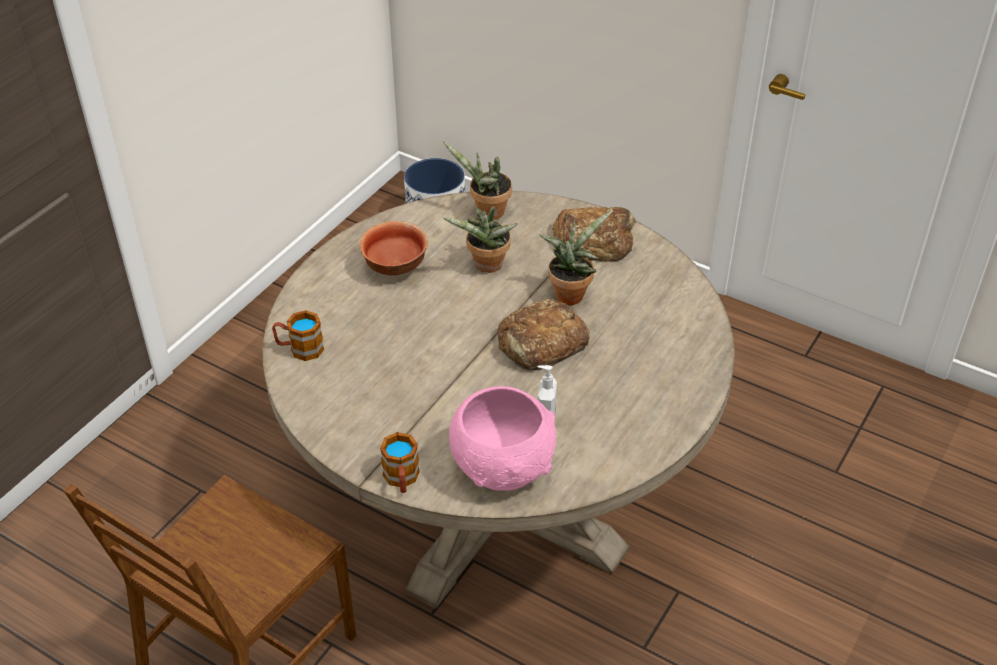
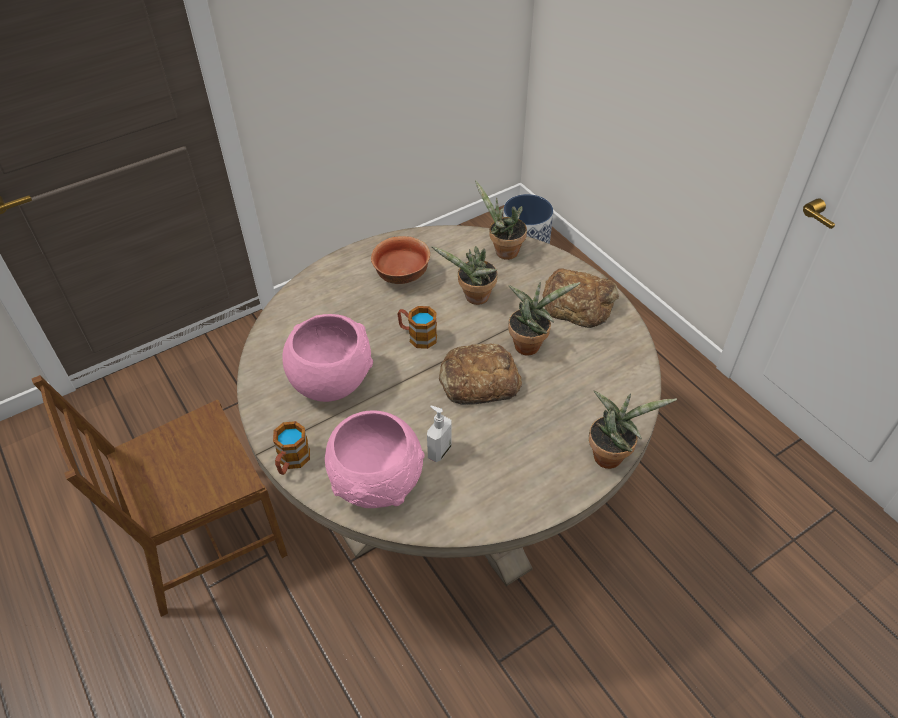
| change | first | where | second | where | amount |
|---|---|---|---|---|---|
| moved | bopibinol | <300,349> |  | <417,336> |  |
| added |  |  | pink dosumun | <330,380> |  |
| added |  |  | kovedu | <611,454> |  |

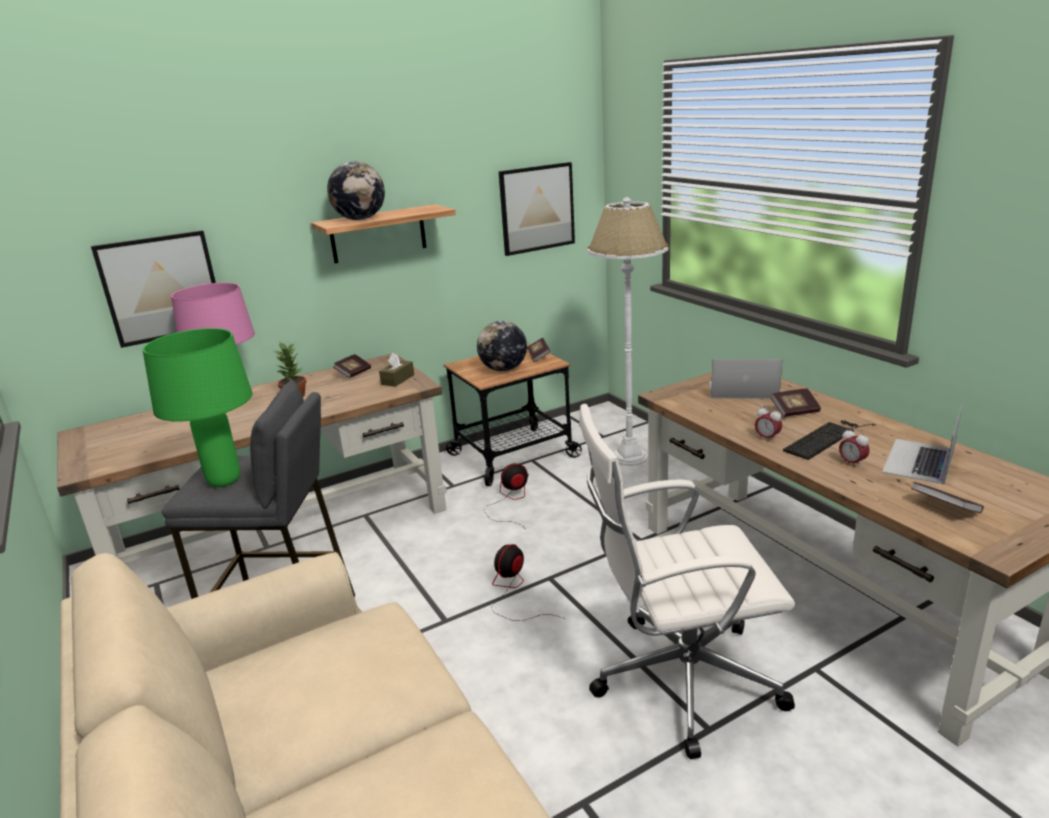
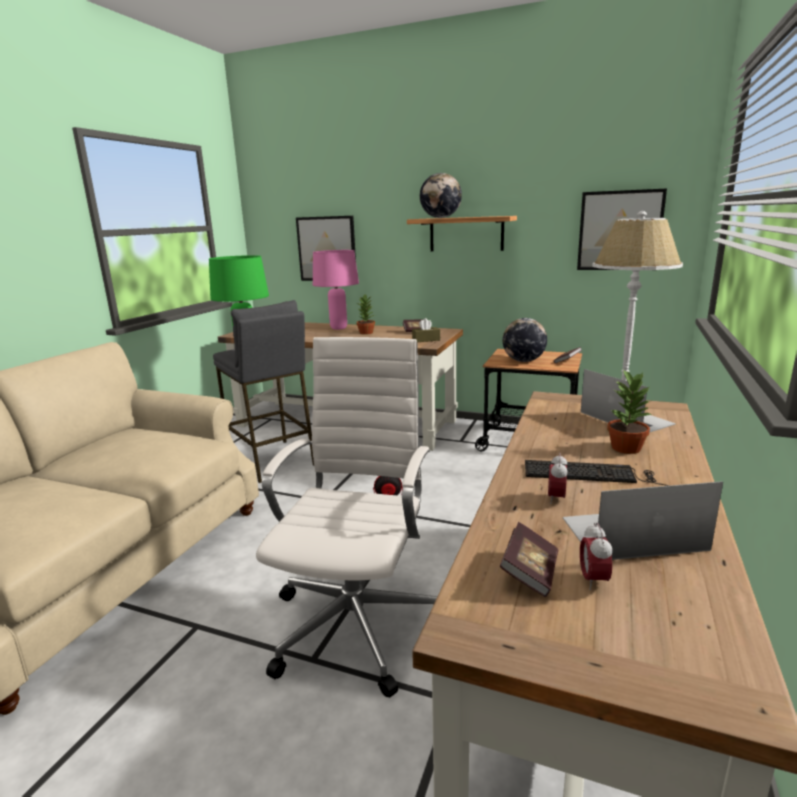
| change | first | where | second | where | amount |
|---|---|---|---|---|---|
| removed | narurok | <510,501> |  |  |  |
| turned | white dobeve | <680,679> |  | <358,620> | 60 degrees clockwise |
| moved | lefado | <767,438> |  | <593,580> |  |
| replaced | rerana | <795,411> | kovedu | <626,447> |  |

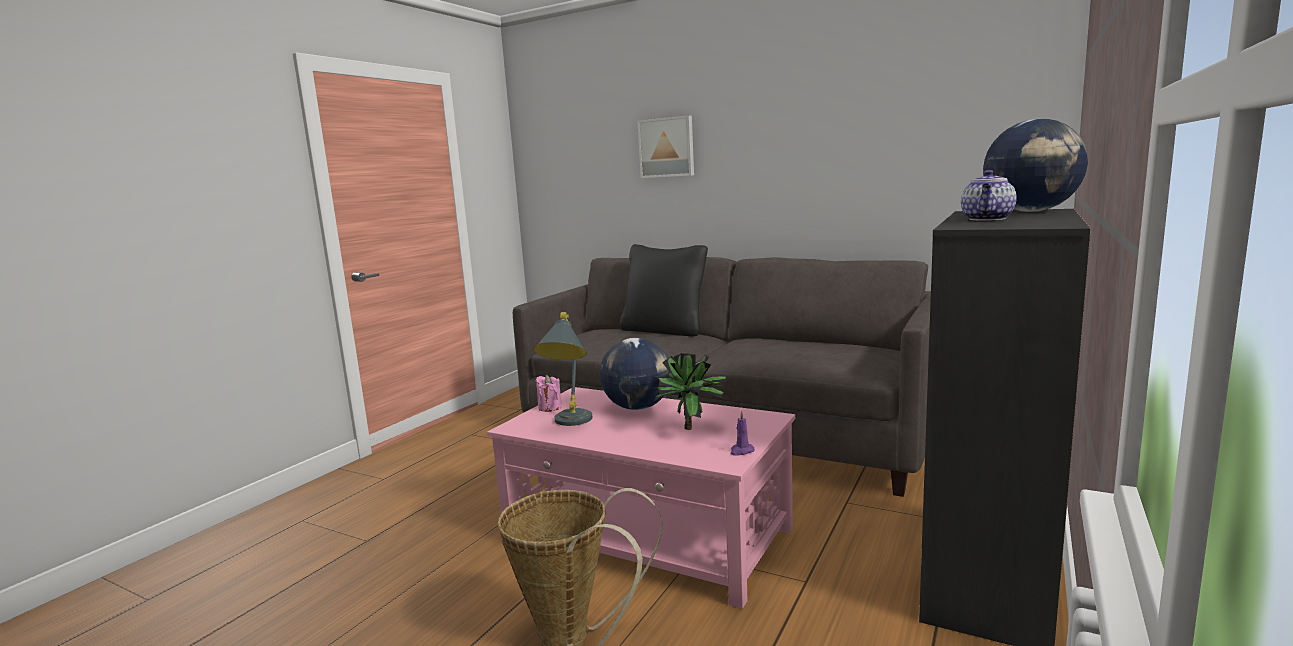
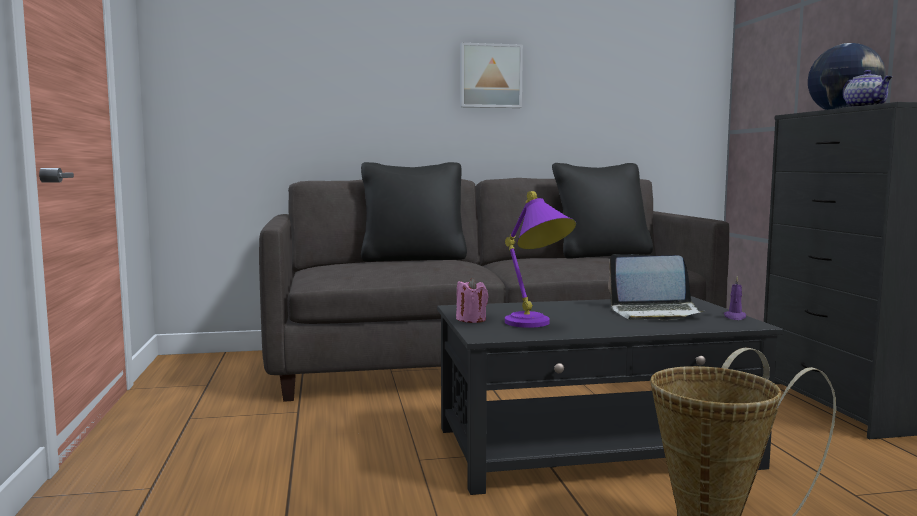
| change | first | where | second | where | amount |
|---|---|---|---|---|---|
| recoloured | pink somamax | <649,536> | black somamax | <595,447> |  |
| recoloured | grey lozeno | <569,424> | purple lozeno | <536,326> |  |
| removed | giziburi | <638,407> |  |  |  |
| moved | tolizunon | <667,147> |  | <490,76> |  |
| replaced | kovedu | <693,429> | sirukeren | <655,313> |  |
| added |  |  | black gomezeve | <601,255> |  |

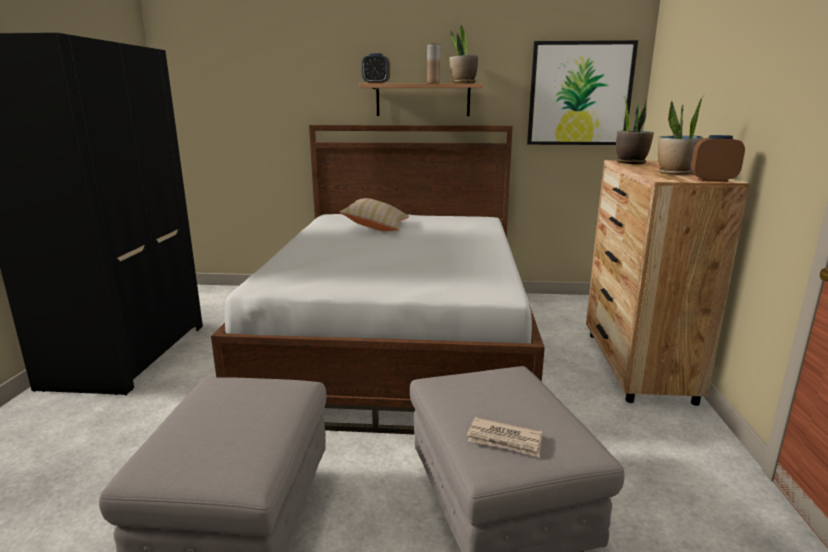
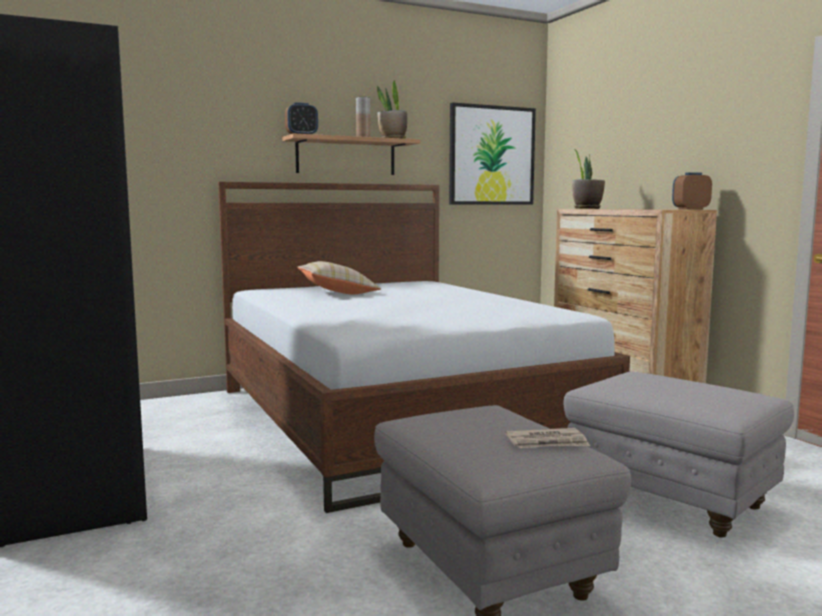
| change | first | where | second | where | amount |
|---|---|---|---|---|---|
| moved | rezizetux | <505,440> |  | <547,442> |  |
| removed | kovedu | <675,173> |  |  |  |

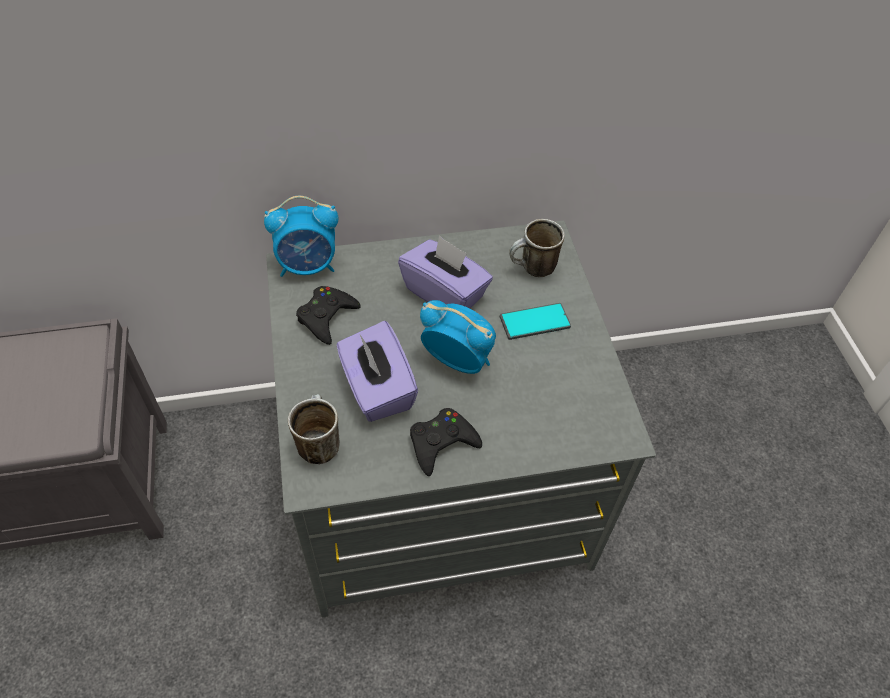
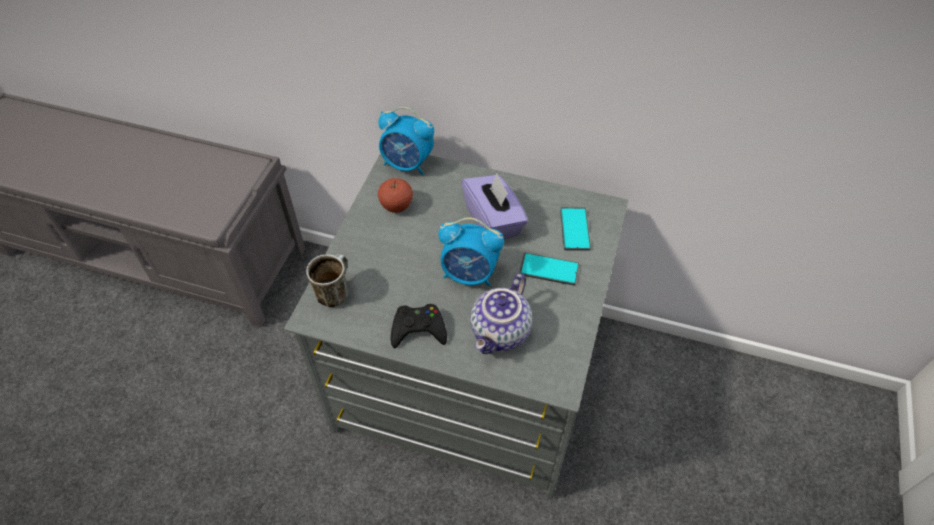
| change | first | where | second | where | amount |
|---|---|---|---|---|---|
| replaced | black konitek | <326,317> | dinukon | <396,206> |  |
| removed | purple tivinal | <377,389> |  |  |  |
| turned | lefado | <457,360> |  | <469,274> | 135 degrees clockwise |
| replaced | bopibinol | <532,270> | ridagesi | <574,229> |  |
| added |  |  | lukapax | <501,333> |  |

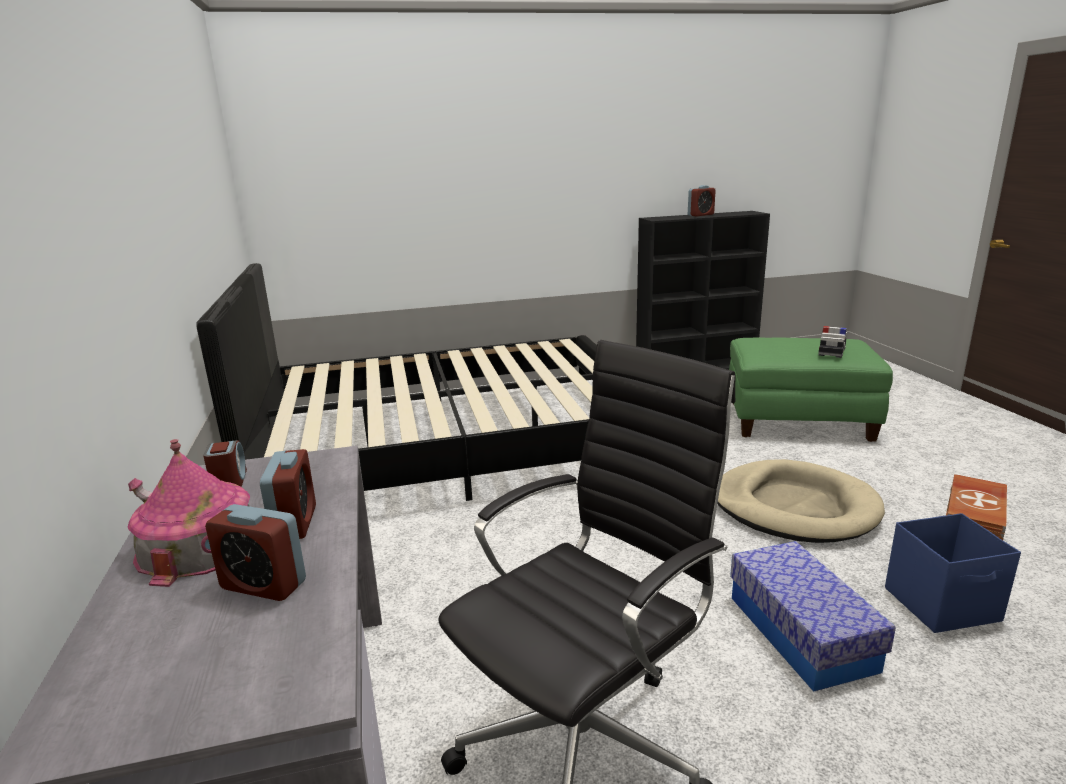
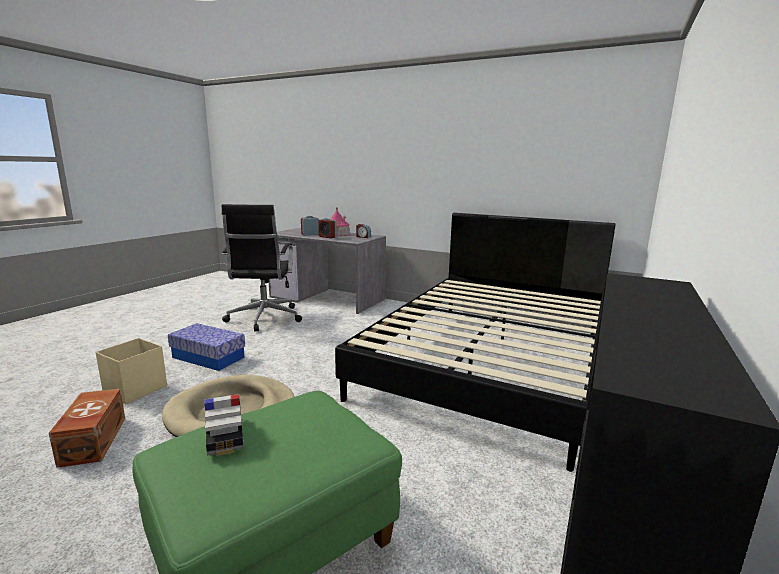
| change | first | where | second | where | amount |
|---|---|---|---|---|---|
| removed | lefado | <700,215> |  |  |  |
| recoloured | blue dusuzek | <943,605> | beige dusuzek | <134,390> |  |

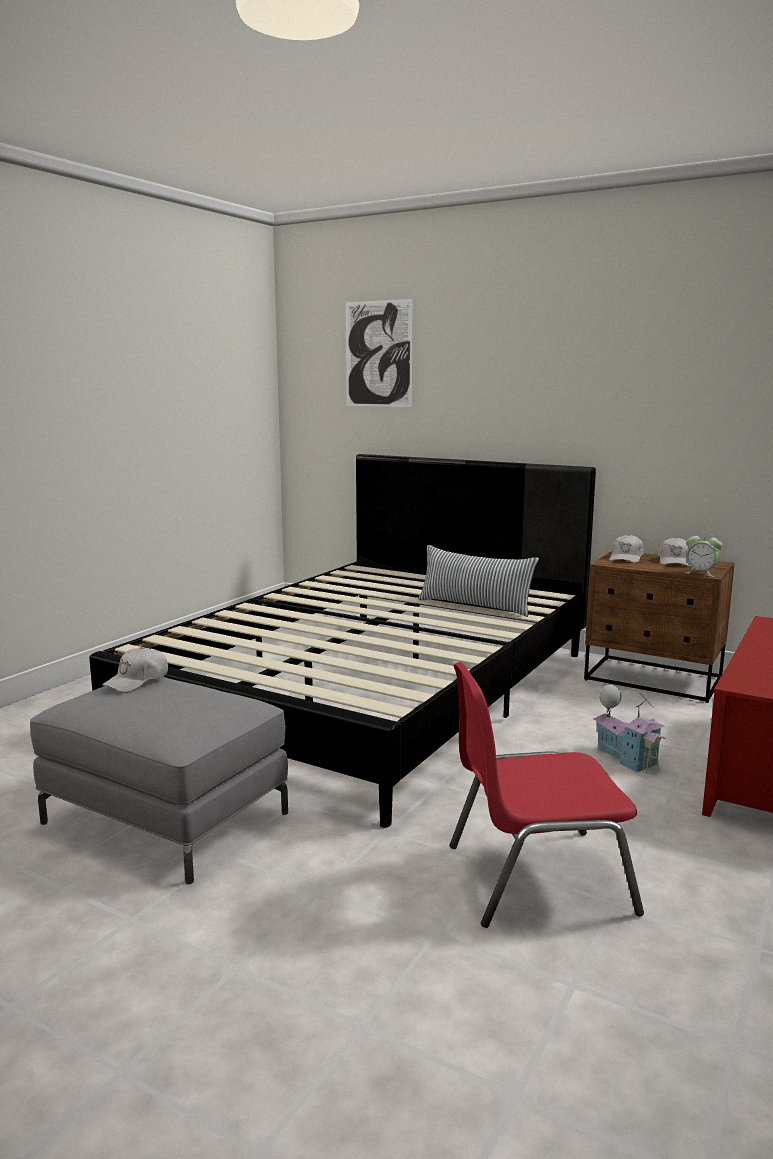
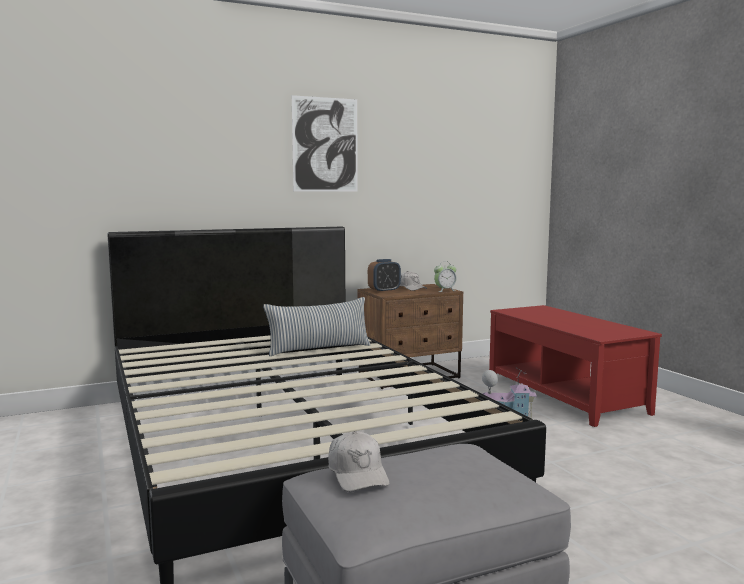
| change | first | where | second | where | amount |
|---|---|---|---|---|---|
| moved | tolizunon | <378,354> |  | <325,145> |  |
| removed | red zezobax | <535,877> |  |  |  |
| replaced | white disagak | <626,558> | lefado | <384,291> |  |

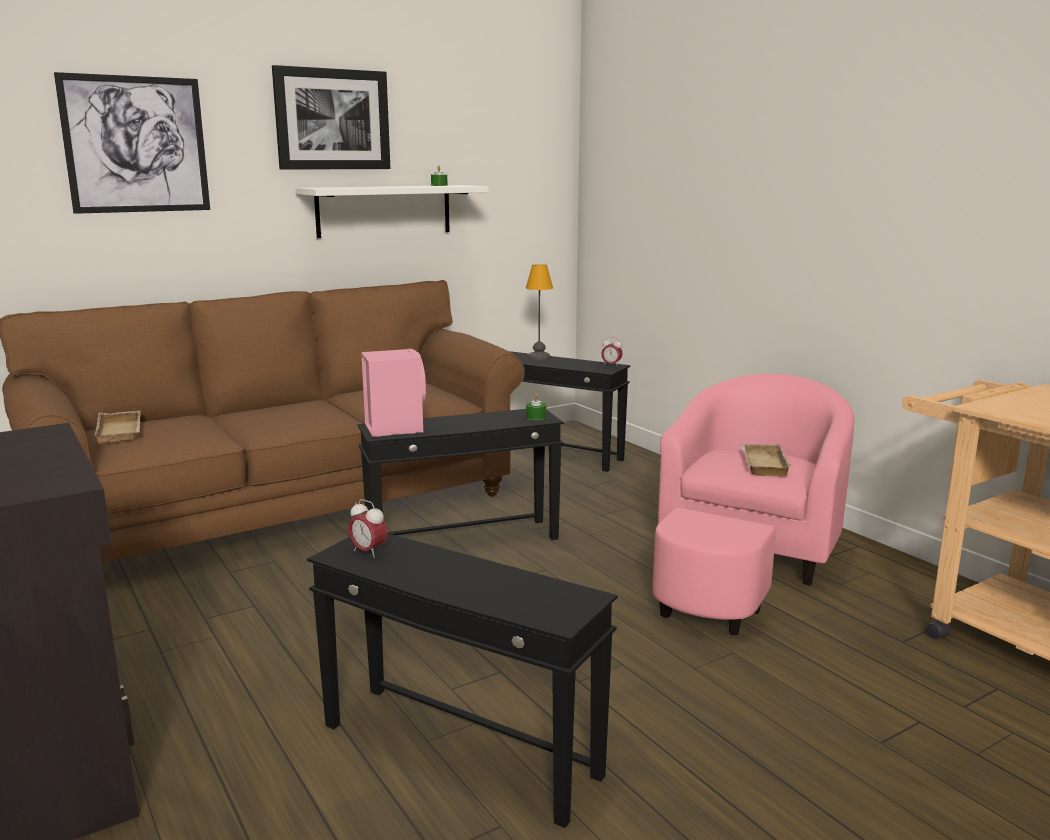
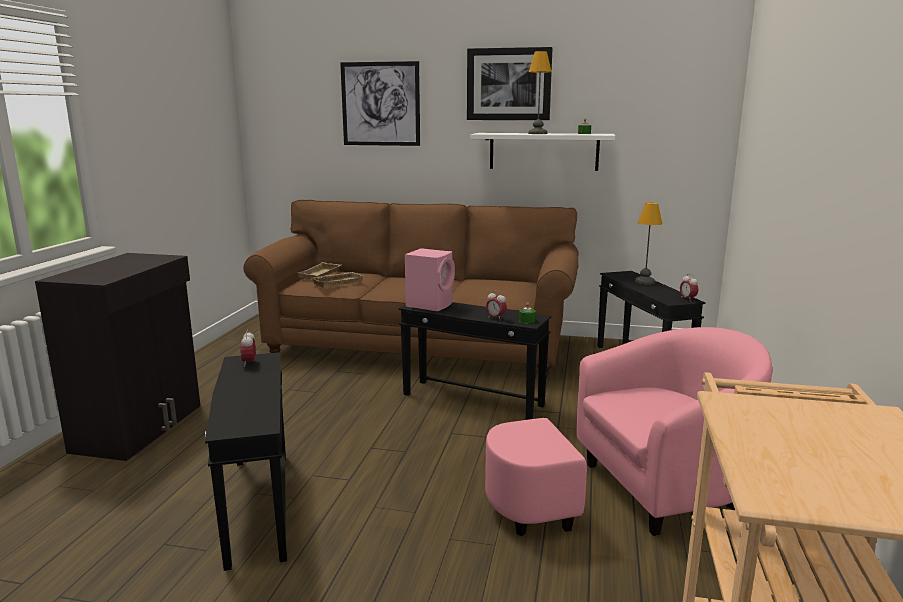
| change | first | where | second | where | amount |
|---|---|---|---|---|---|
| moved | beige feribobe | <762,464> |  | <337,282> |  |
| added |  |  | lefado | <495,318> |  |
| added |  |  | lozeno | <538,133> |  |

